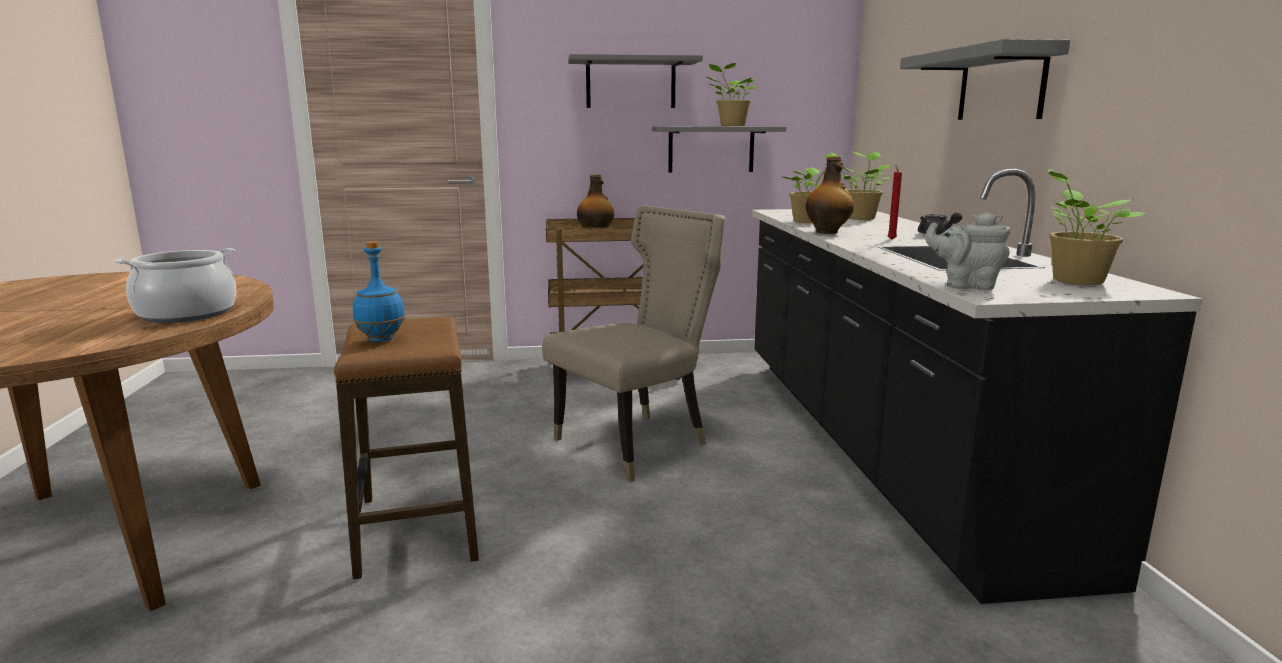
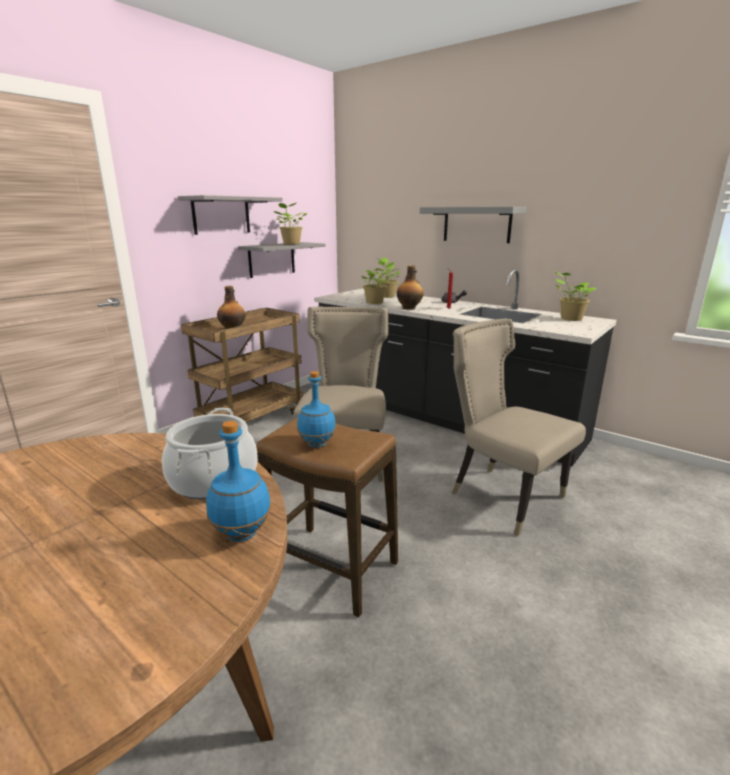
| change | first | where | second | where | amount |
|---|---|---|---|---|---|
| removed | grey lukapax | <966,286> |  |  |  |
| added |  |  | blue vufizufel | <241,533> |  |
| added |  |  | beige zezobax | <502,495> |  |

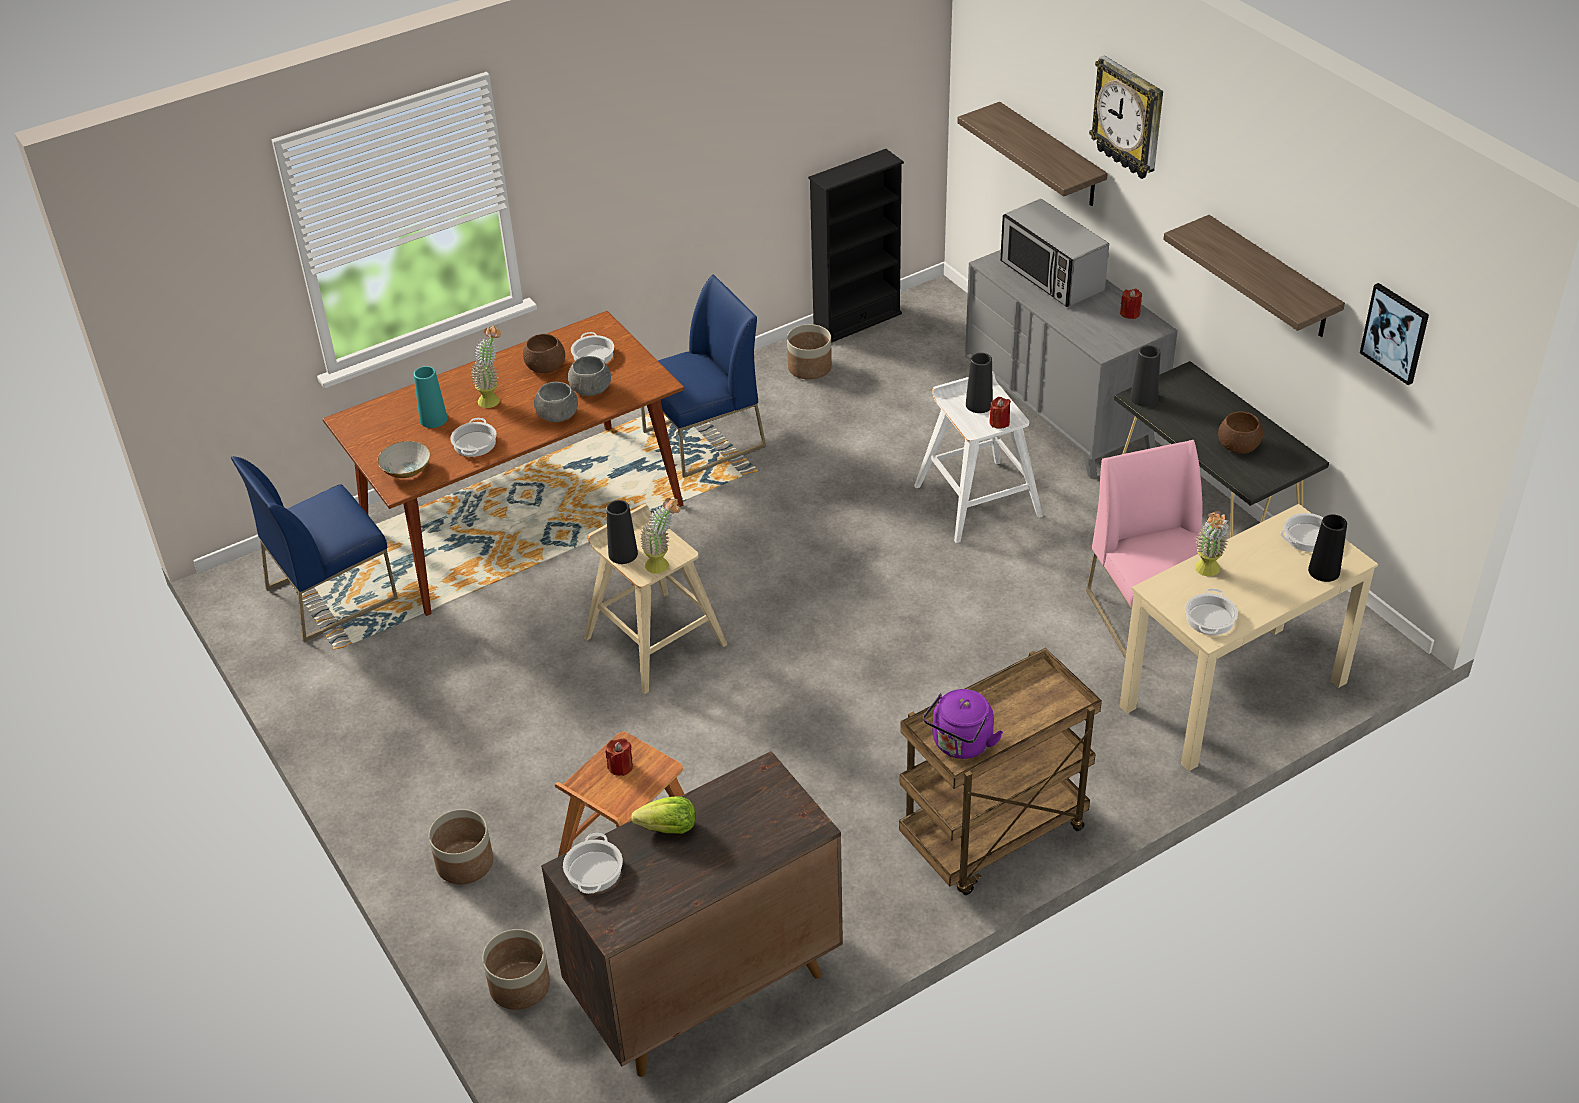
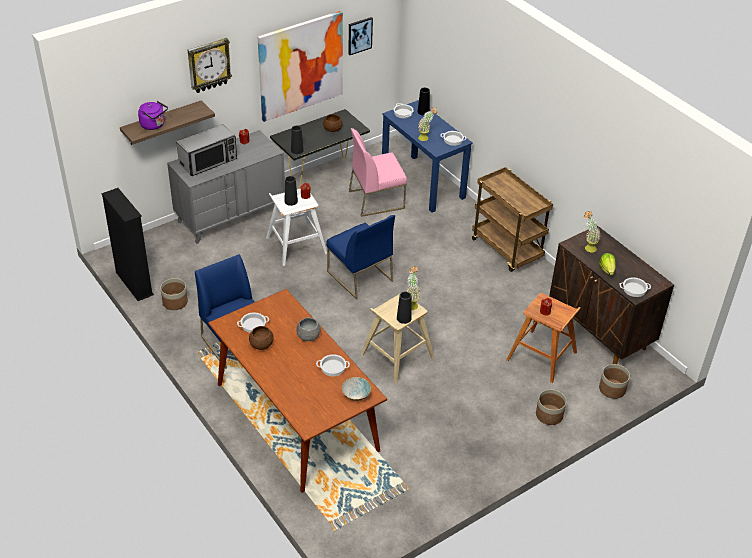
| change | first | where | second | where | amount |
|---|---|---|---|---|---|
| moved | blue zezobax | <332,593> |  | <359,276> |  |
| removed | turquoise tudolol | <433,419> |  |  |  |
| moved | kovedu | <493,398> |  | <587,247> |  |
| removed | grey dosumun | <590,388> |  |  |  |
| moved | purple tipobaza | <960,745> |  | <154,125> |  |
| recoloured | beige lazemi | <1233,695> | blue lazemi | <423,183> |  |
| replaced | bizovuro | <1271,278> | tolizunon | <300,65> |  |

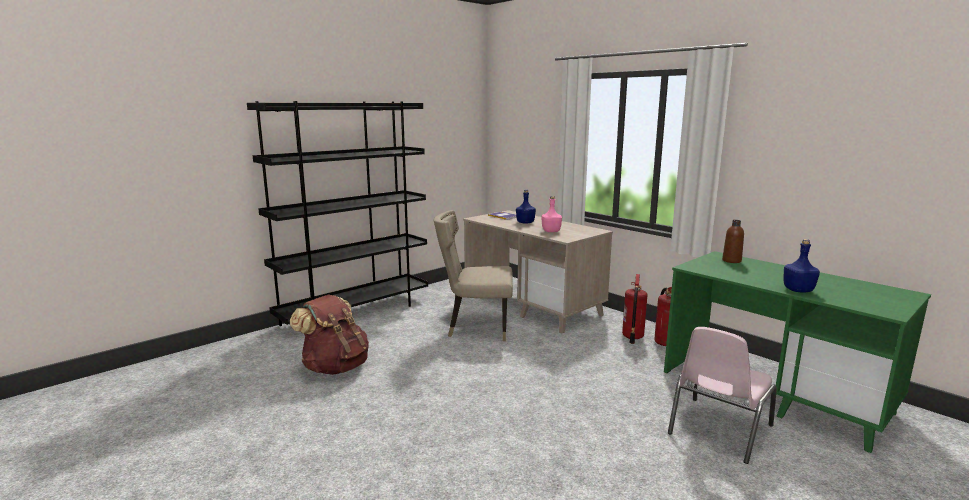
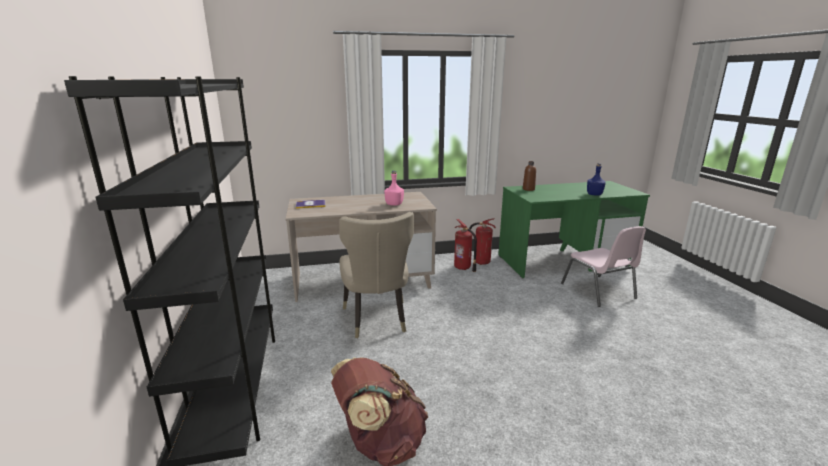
| change | first | where | second | where | amount |
|---|---|---|---|---|---|
| turned | beige zezobax | <475,327> |  | <377,320> | 45 degrees counterclockwise |
| removed | blue vufizufel | <525,222> |  |  |  |

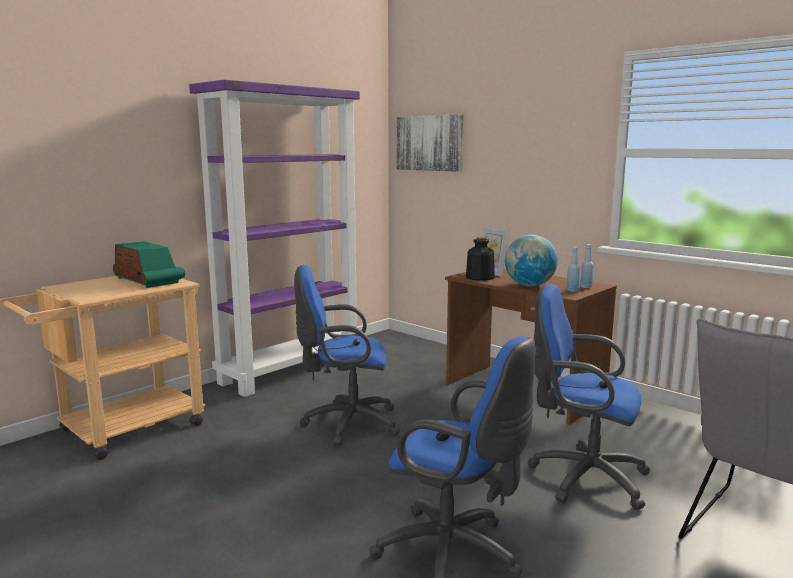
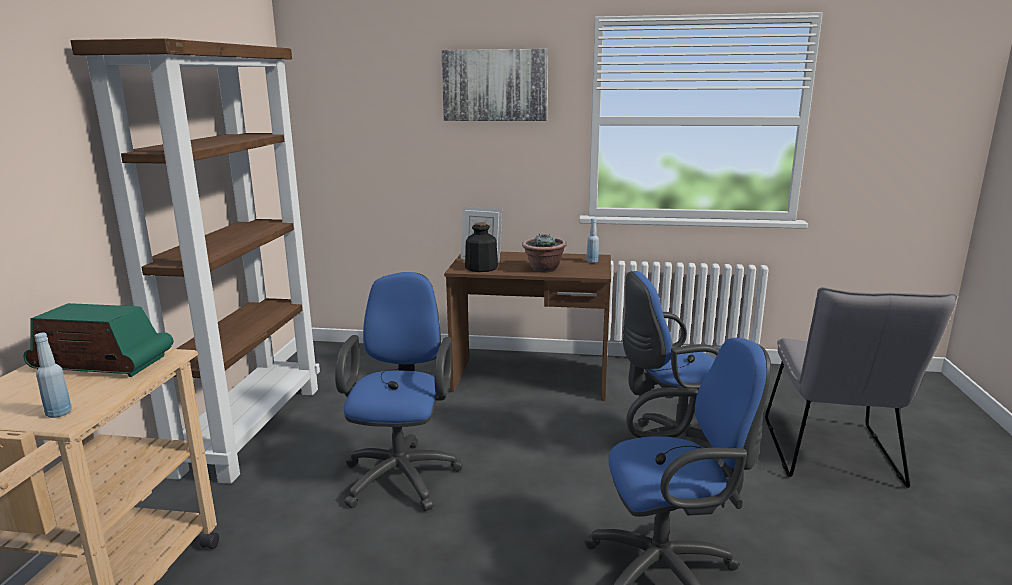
| change | first | where | second | where | amount |
|---|---|---|---|---|---|
| recoloured | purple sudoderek | <291,370> | brown sudoderek | <250,427> |  |
| turned | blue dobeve | <346,423> |  | <402,473> | 135 degrees clockwise |
| moved | tolizunon | <430,143> |  | <495,85> |  |
| replaced | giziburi | <529,285> | kovedu | <544,269> |  |
| moved | blue vufizufel | <572,290> |  | <59,413> |  |

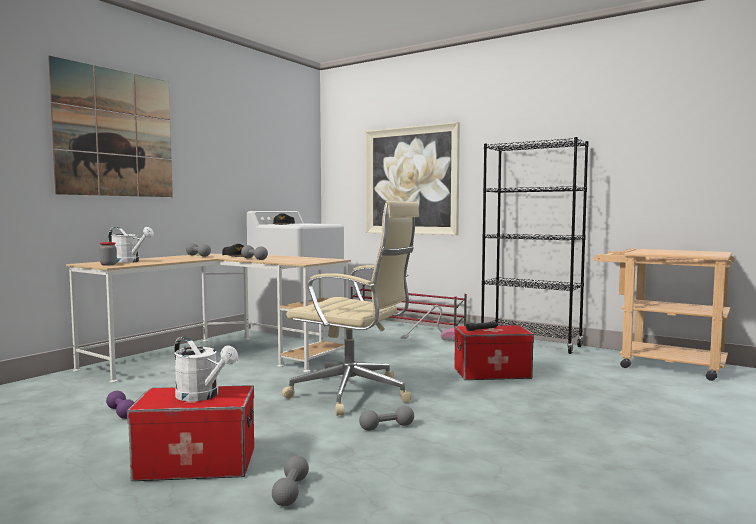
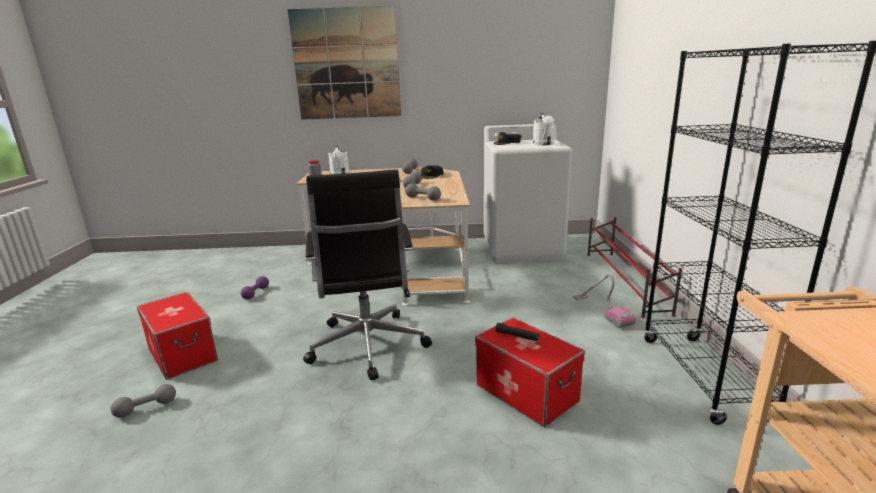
| change | first | where | second | where | amount |
|---|---|---|---|---|---|
| moved | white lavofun | <202,396> |  | <544,144> |  |
| recoloured | beige dobeve | <354,394> | black dobeve | <368,347> |  |
| moved | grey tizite | <387,427> |  | <423,198> |  |
| removed | tolizunon | <411,181> |  |  |  |

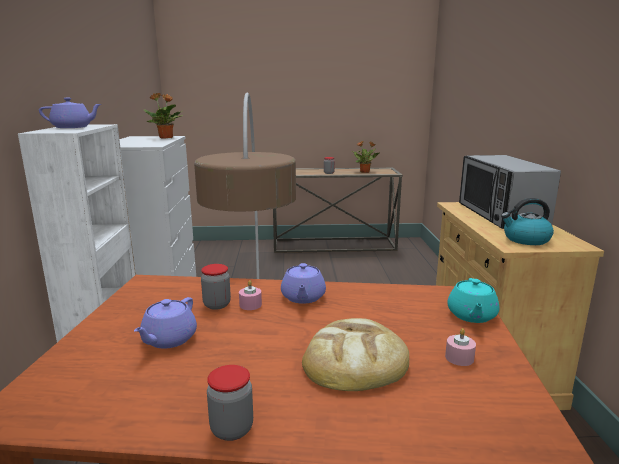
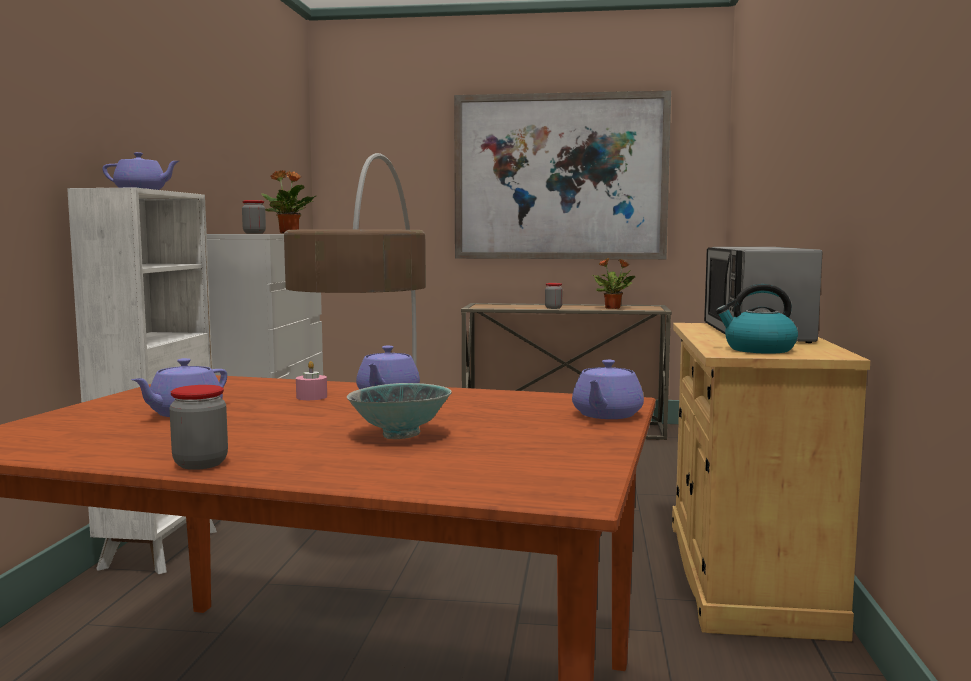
| change | first | where | second | where | amount |
|---|---|---|---|---|---|
| moved | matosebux | <217,305> |  | <254,233> |  |
| replaced | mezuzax | <355,360> | dosumun | <401,435> |  |
| removed | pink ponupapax | <459,358> |  |  |  |
| recoloured | turquoise lukapax | <471,316> | purple lukapax | <606,415> |  |
| added |  |  | tolizunon | <560,177> |  |

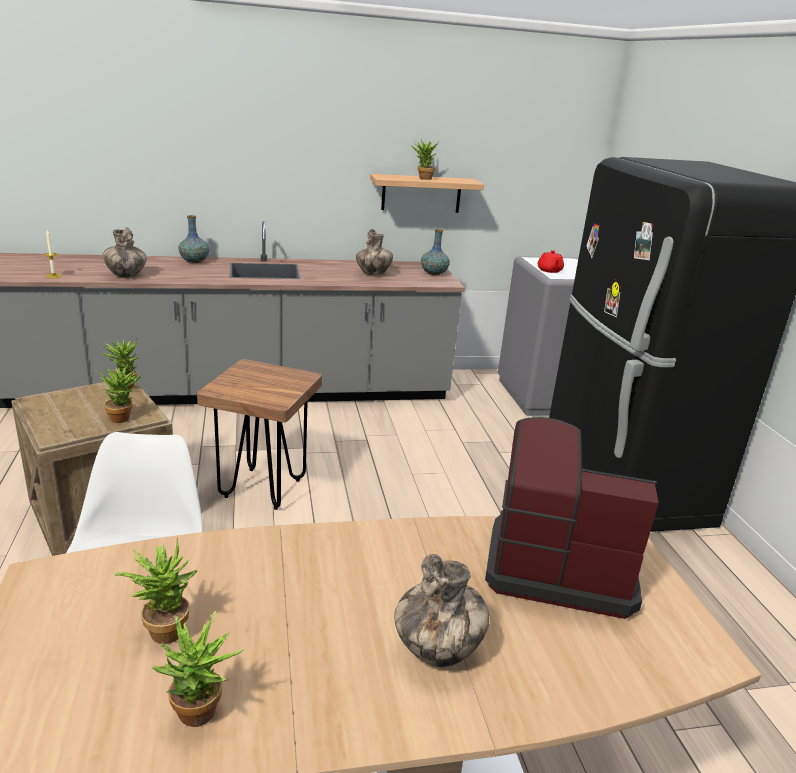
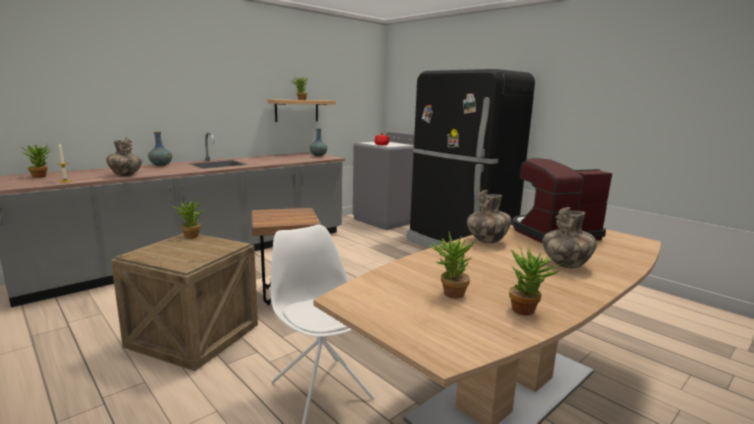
| change | first | where | second | where | amount |
|---|---|---|---|---|---|
| moved | kovedu | <123,417> |  | <41,176> |  |
| moved | tudolol | <373,274> |  | <487,241> |  |

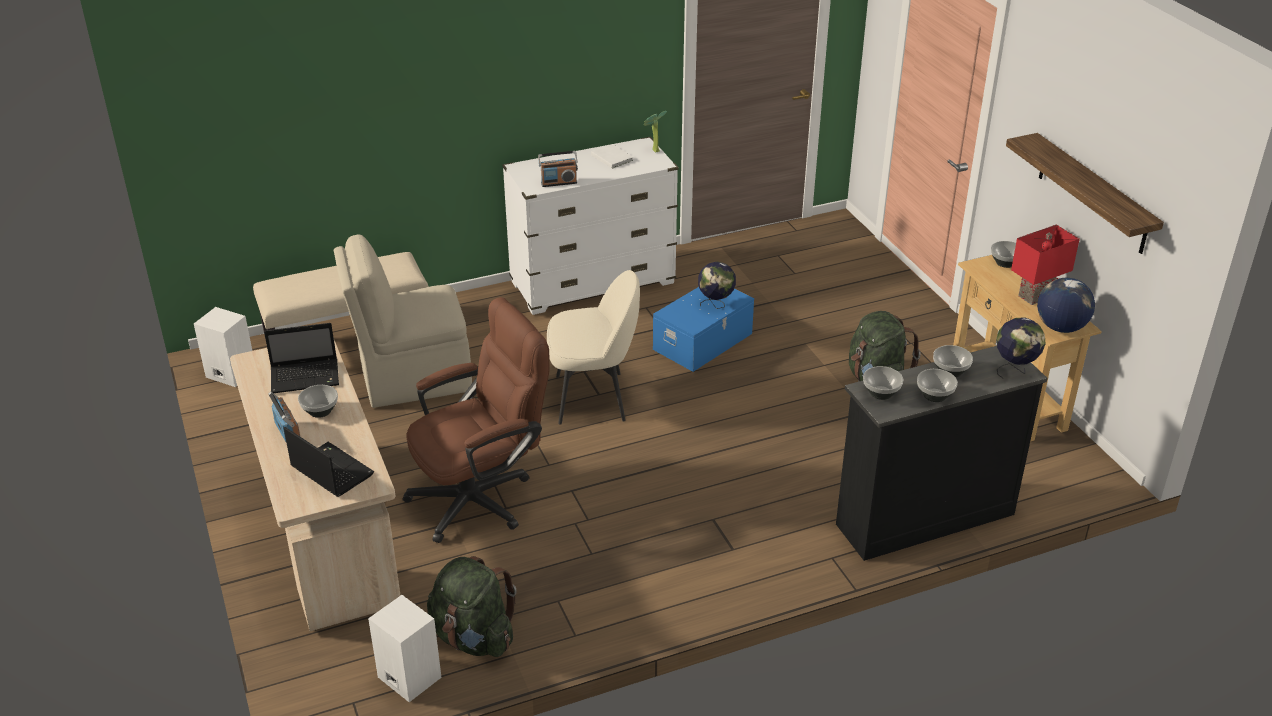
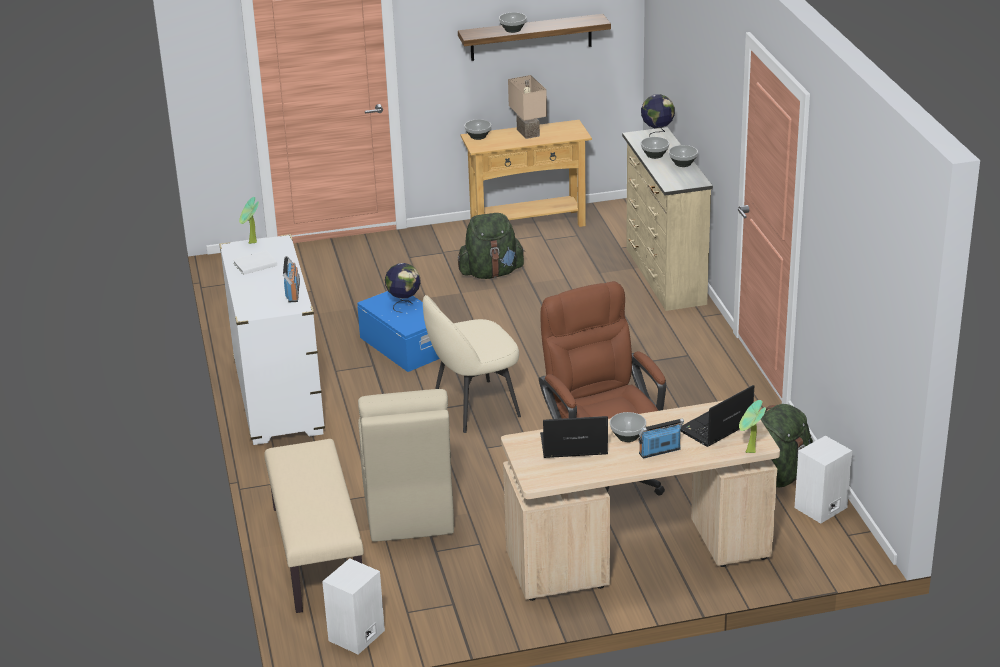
| change | first | where | second | where | amount |
|---|---|---|---|---|---|
| turned | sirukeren | <306,377> |  | <572,446> | 90 degrees counterclockwise |
| turned | beige zezobax | <593,398> |  | <473,407> | 120 degrees counterclockwise |
| recoloured | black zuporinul | <922,518> | beige zuporinul | <663,276> |  |
| moved | dosumun | <880,393> |  | <513,30> |  |
| recoloured | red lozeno | <1035,295> | beige lozeno | <526,133> |  |
| removed | giziburi | <1060,327> |  |  |  |
| added |  |  | kovedu | <749,453> |  |

